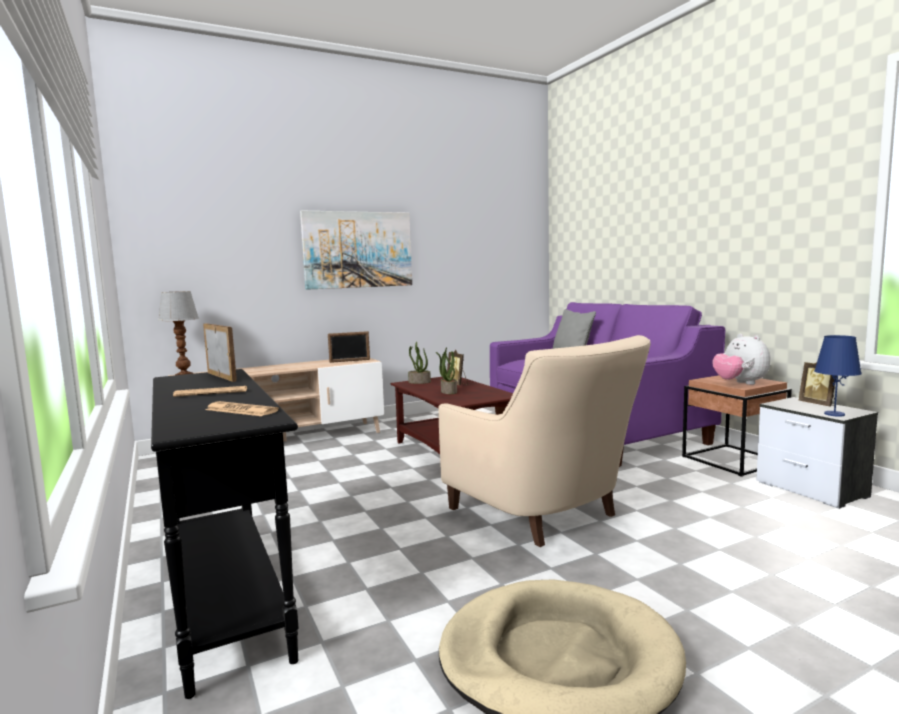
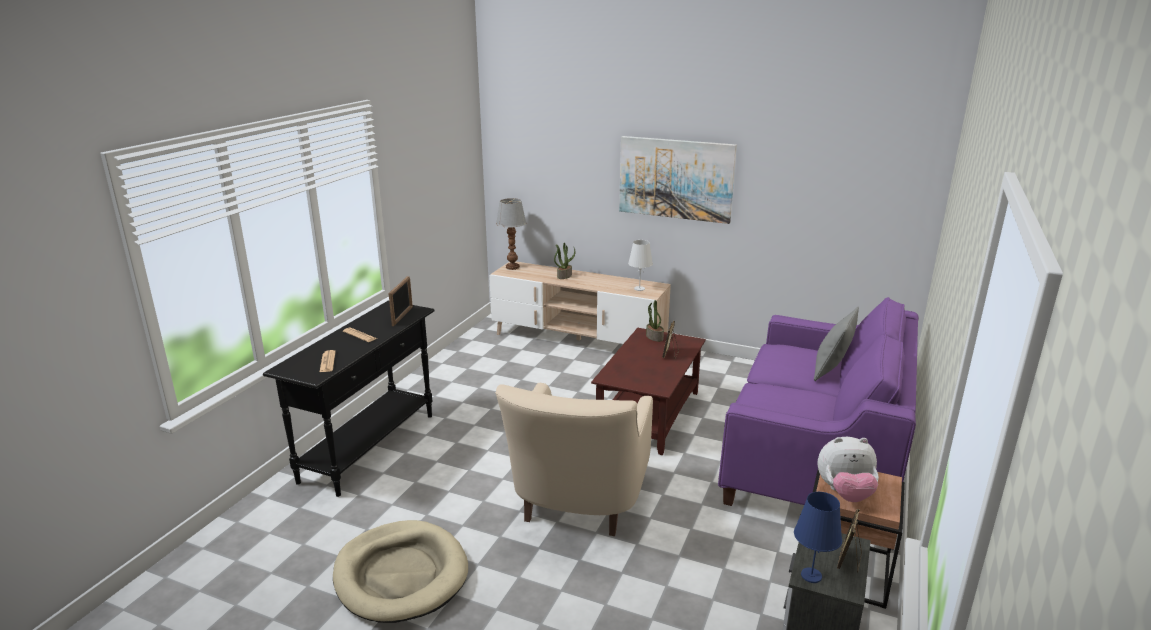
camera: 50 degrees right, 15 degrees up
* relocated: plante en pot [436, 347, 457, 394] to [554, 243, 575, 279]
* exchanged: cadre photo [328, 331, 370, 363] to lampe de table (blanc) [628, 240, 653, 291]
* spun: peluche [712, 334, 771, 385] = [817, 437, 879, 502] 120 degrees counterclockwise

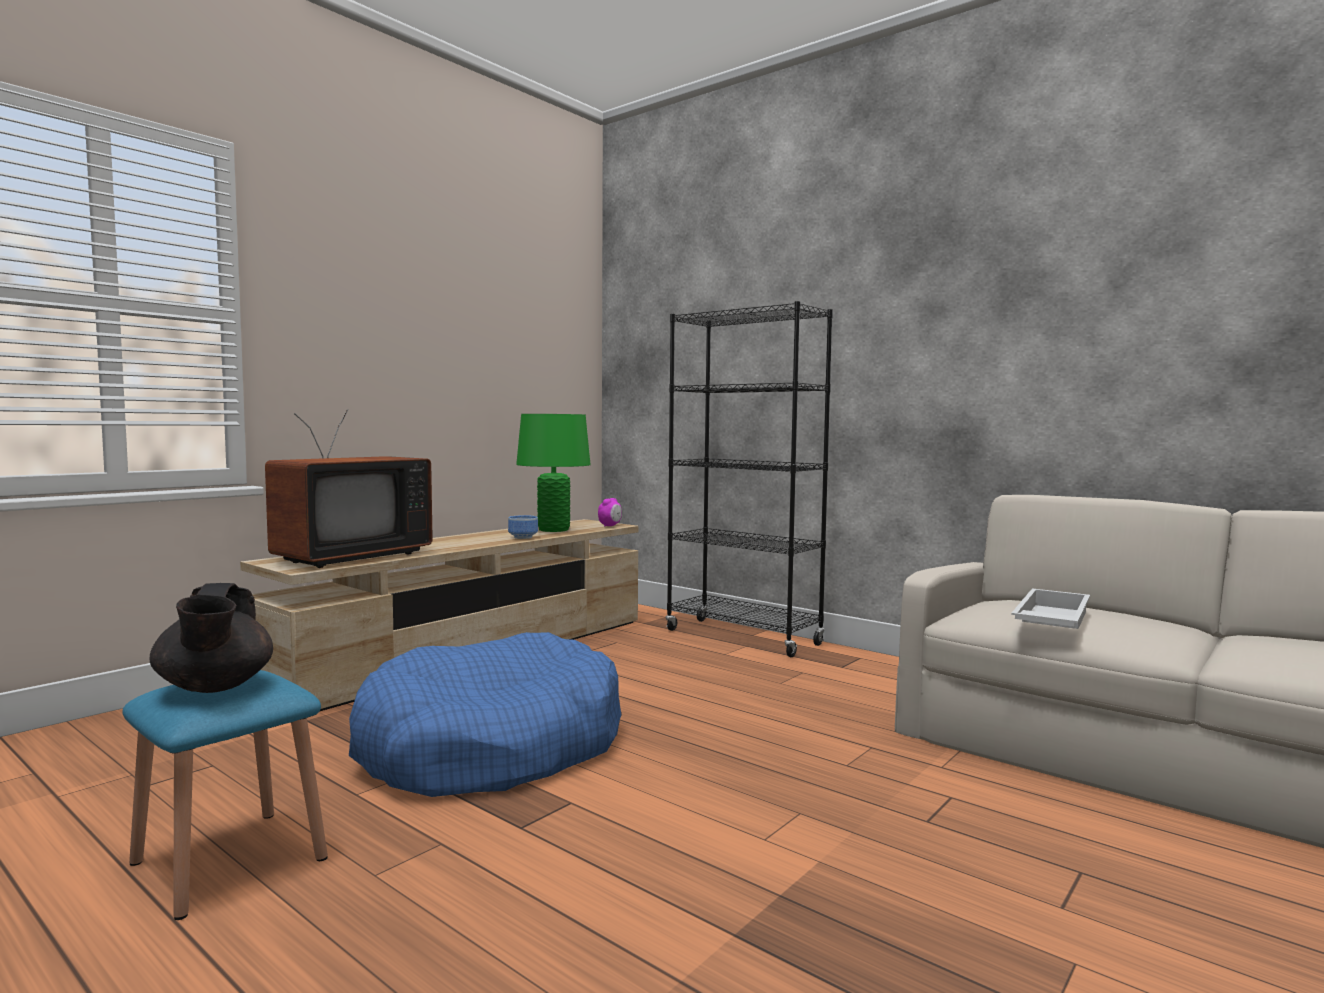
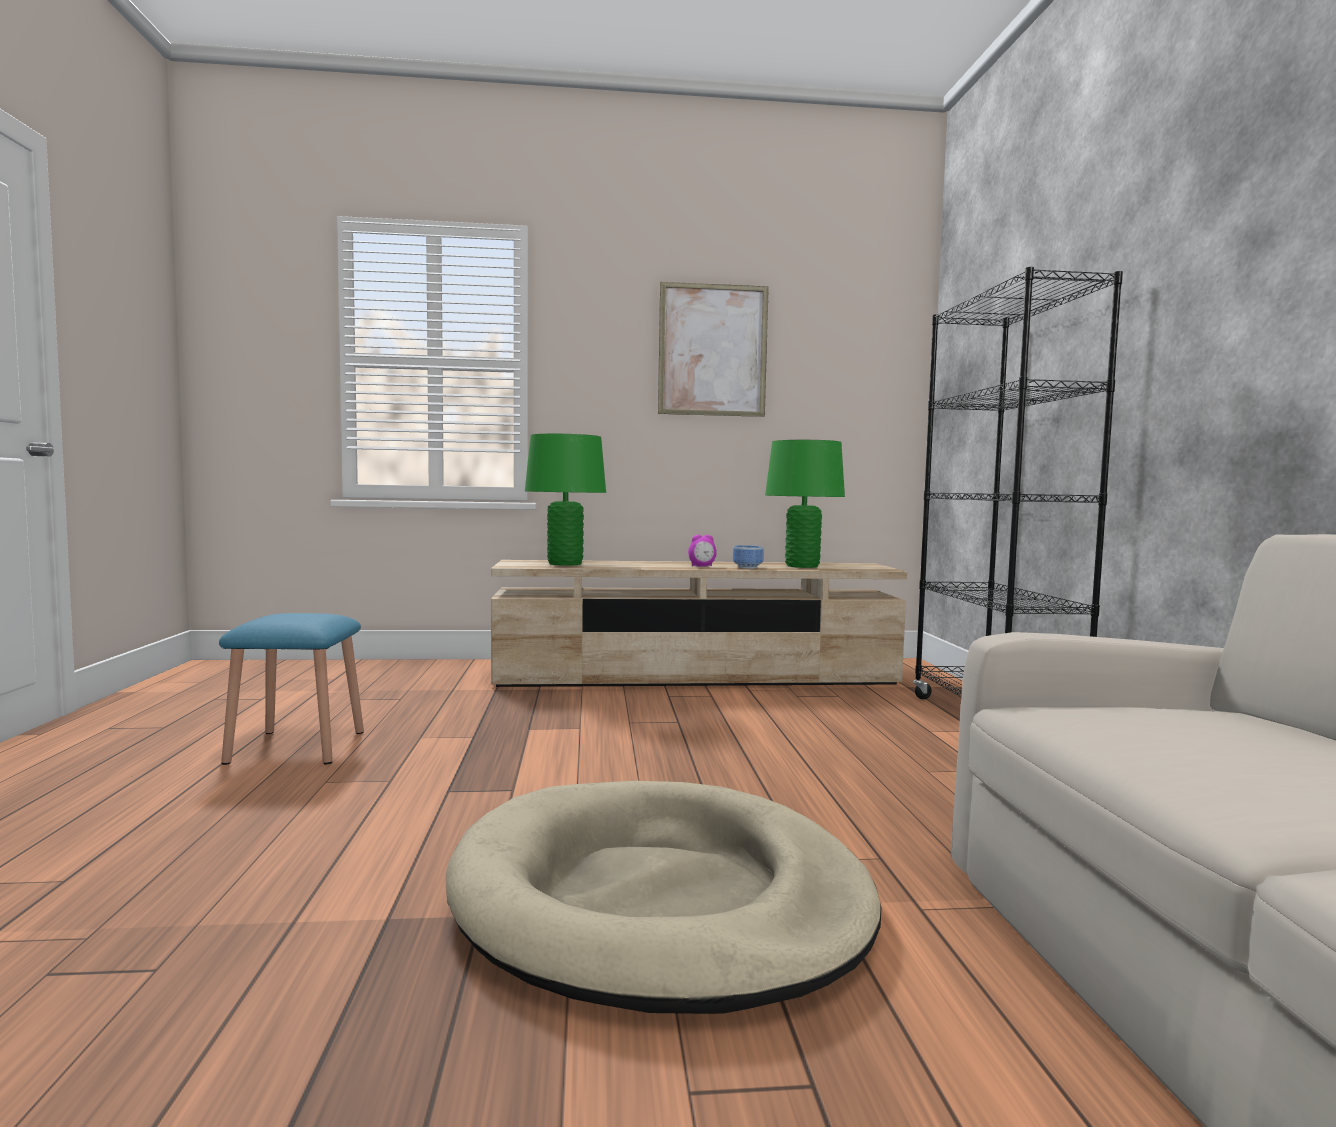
camera: 45 degrees right, 0 degrees up
* missing: théière (noir) [150, 583, 273, 693]
* missing: panier pour chien (bleu) [349, 632, 621, 797]
* missing: plateau (blanc) [1011, 588, 1090, 629]
* appeared: panier pour chien (beige) [446, 781, 882, 1014]
* appeared: tableau [658, 282, 769, 417]
* relocated: réveil [598, 498, 622, 527] to [688, 535, 717, 567]
* exchanged: téléviseur [265, 409, 433, 568] to lampe de table (vert) [525, 433, 606, 566]

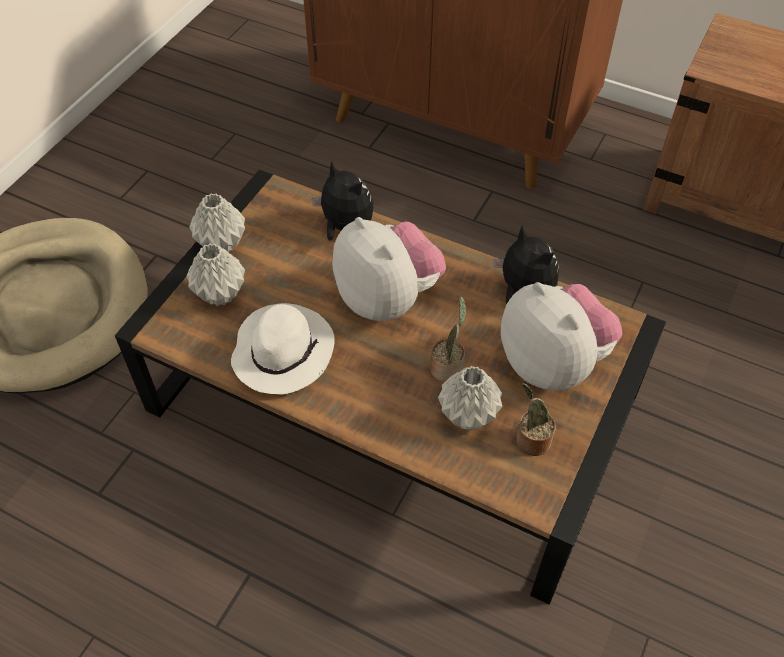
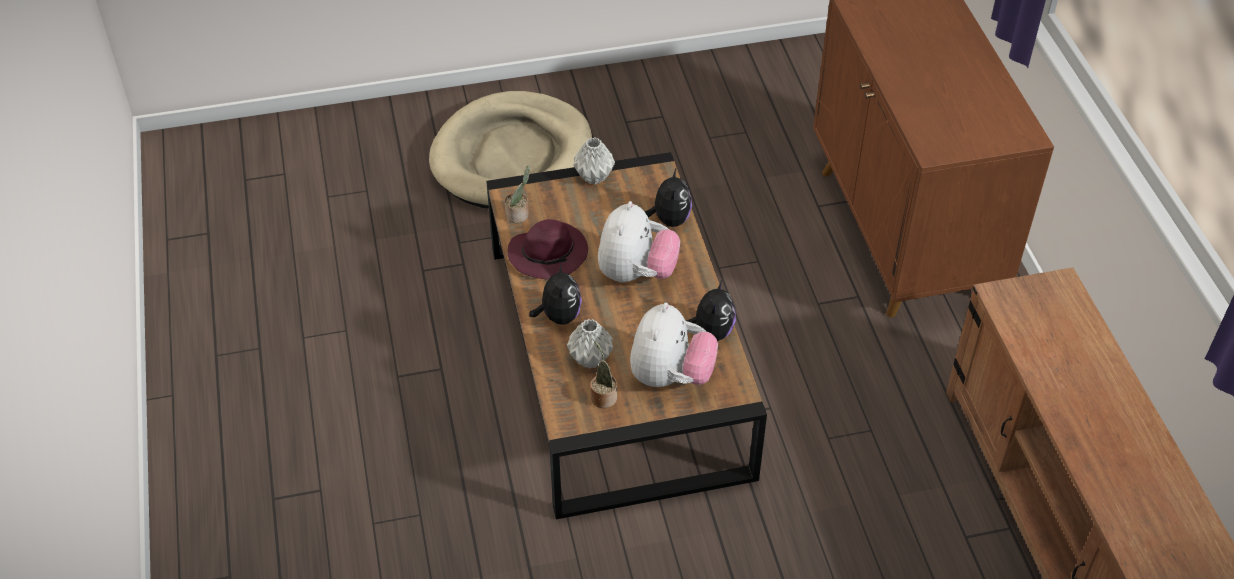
camera: 50 degrees right, 5 degrees down
* missing: vase (gris) [186, 243, 245, 306]
* appeared: peluche [529, 263, 582, 325]
* relocated: plante en pot [430, 296, 466, 382] to [505, 166, 530, 223]
* colour: chapeau (blanc) [231, 303, 335, 394] to chapeau (violet) [508, 219, 588, 280]

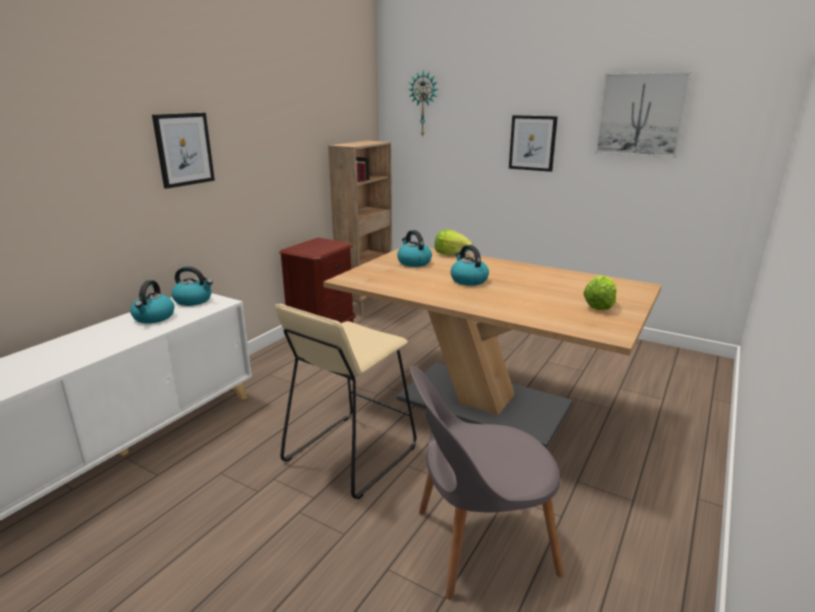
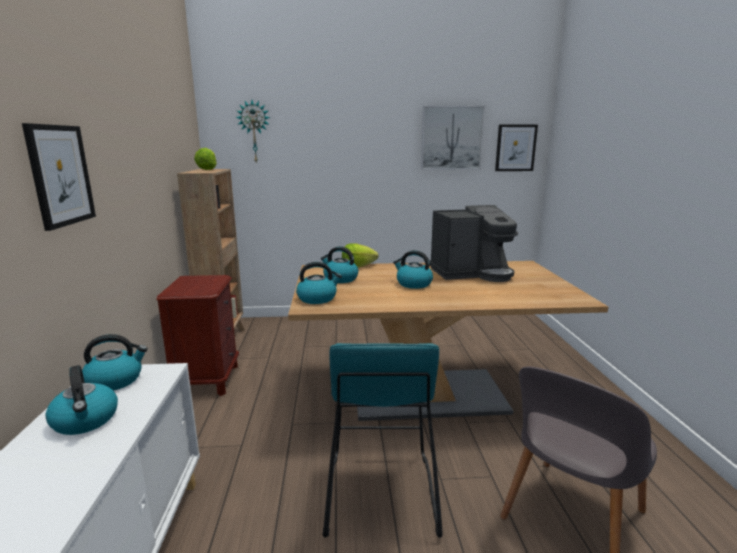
camera: 35 degrees left, 5 degrees down
* appeared: bouilloire [296, 262, 342, 304]
* appeared: machine à café [429, 205, 518, 282]
* relocated: tableau [509, 115, 558, 172] to [495, 125, 538, 171]
* relocated: laitue [583, 276, 617, 310] to [194, 148, 217, 170]
* colour: tabouret (beige) [275, 304, 416, 499] to tabouret (turquoise) [323, 343, 442, 538]

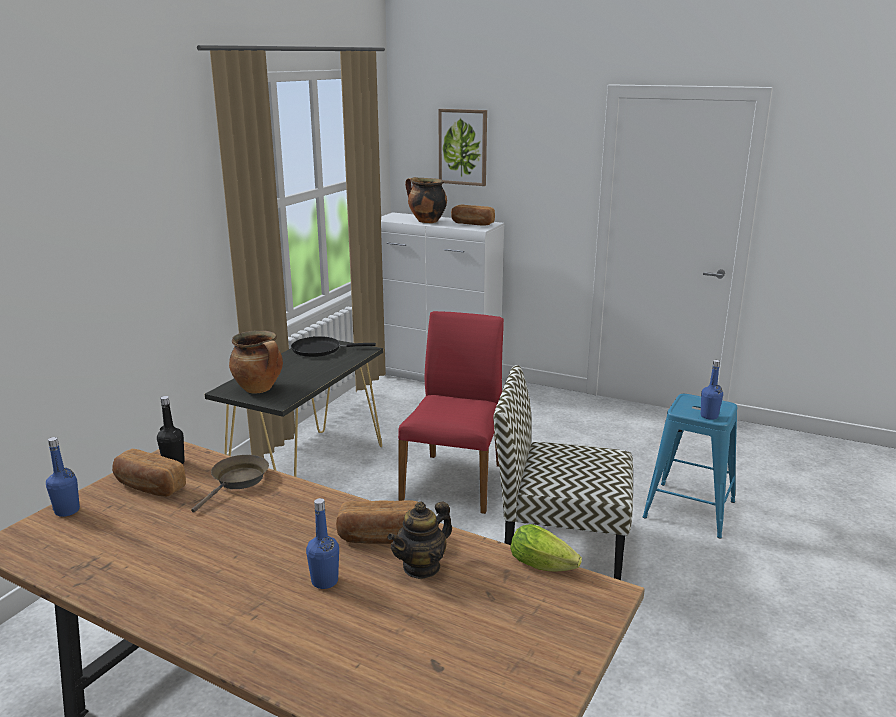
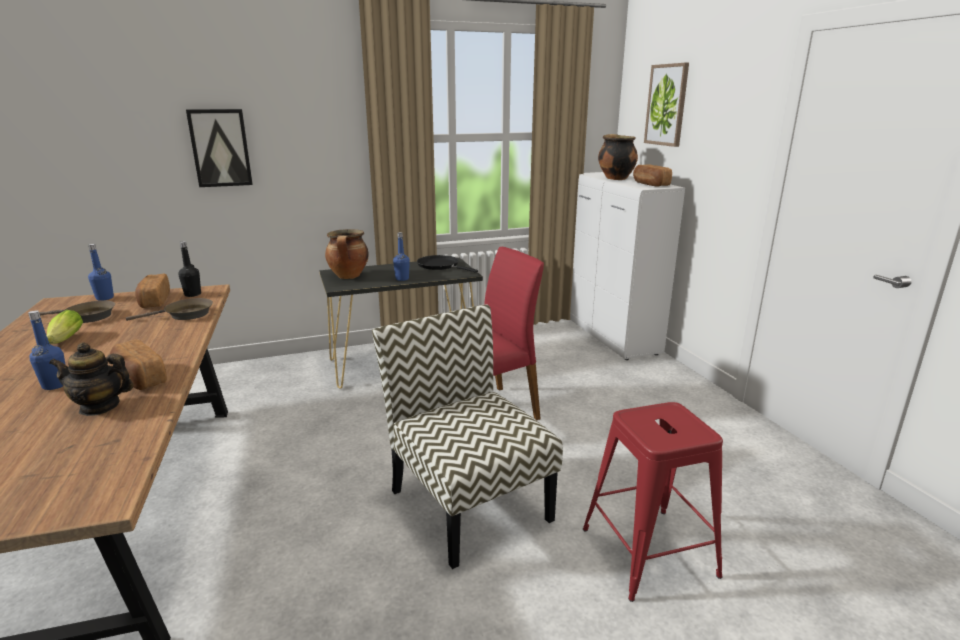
camera: 45 degrees right, 0 degrees up
* appeared: poêle (marron) [39, 301, 115, 323]
* appeared: tableau [186, 109, 253, 187]
* relocated: laitue [510, 524, 582, 571] to [47, 310, 83, 344]
* relocated: bouteille (bleu) [701, 360, 723, 420] to [393, 232, 410, 281]
* colour: tabouret (bleu) [643, 394, 737, 538] to tabouret (rouge) [583, 402, 723, 602]

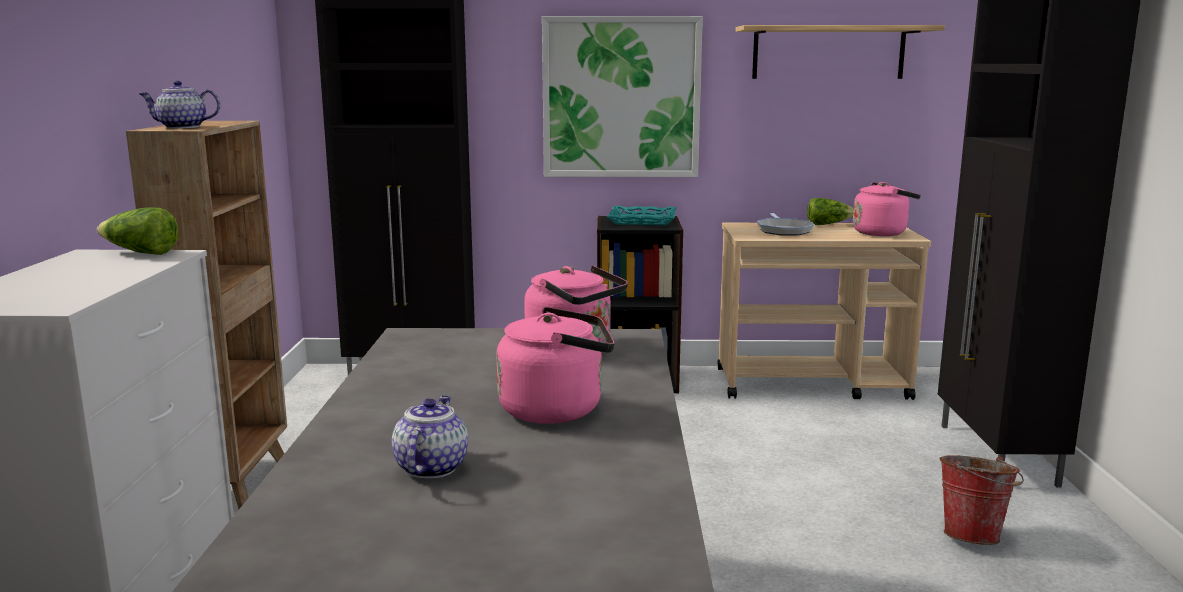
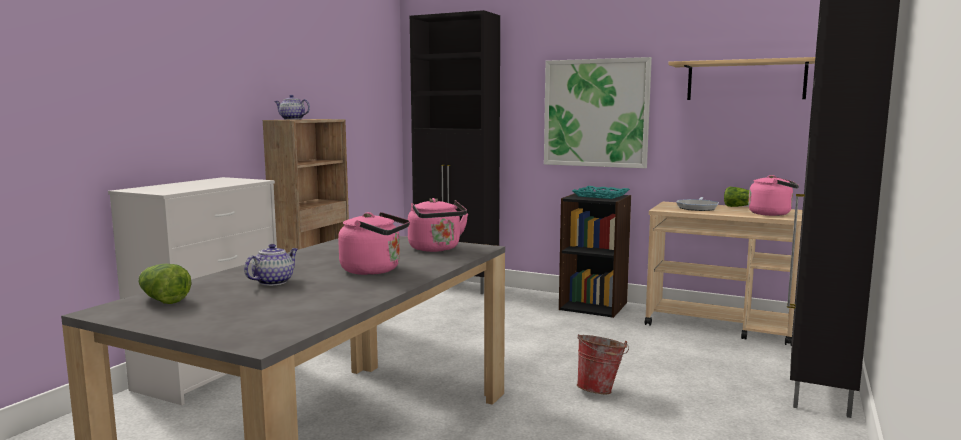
camera: 25 degrees right, 5 degrees down
* relocated: laitue [97, 208, 179, 255] to [138, 264, 192, 304]
* relocated: seau [939, 455, 1024, 545] to [577, 334, 629, 394]

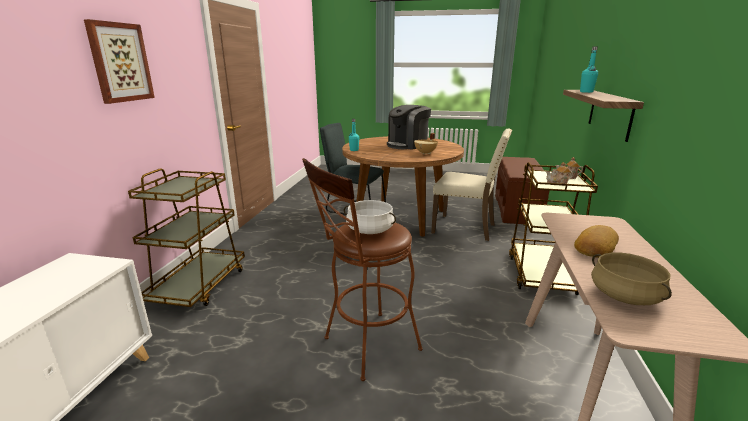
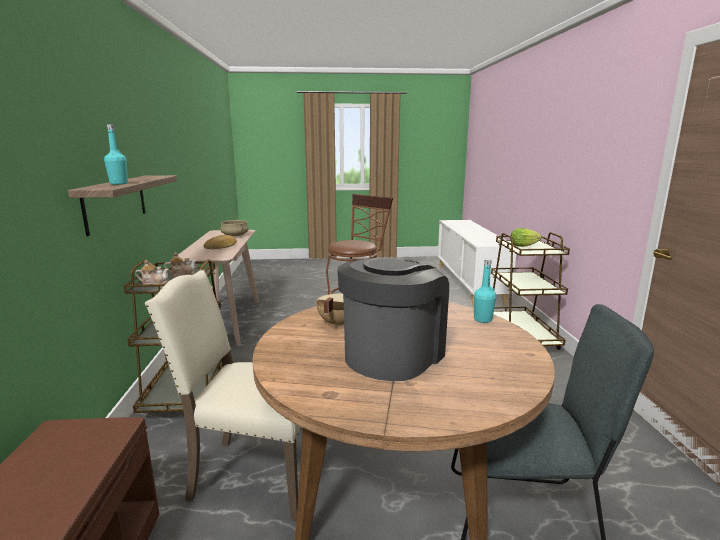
camera: 165 degrees right, 5 degrees down
* missing: tableau [84, 19, 155, 104]
* missing: marmite (blanc) [344, 200, 396, 234]
* appeared: laitue [510, 228, 542, 247]

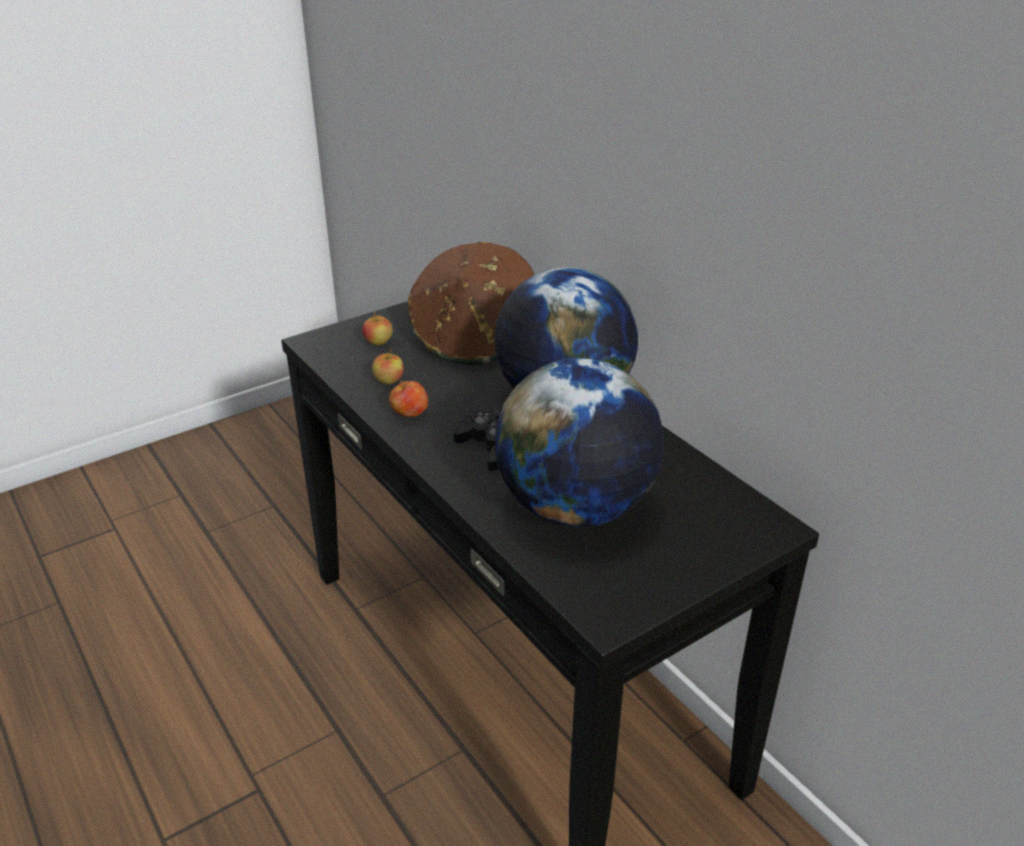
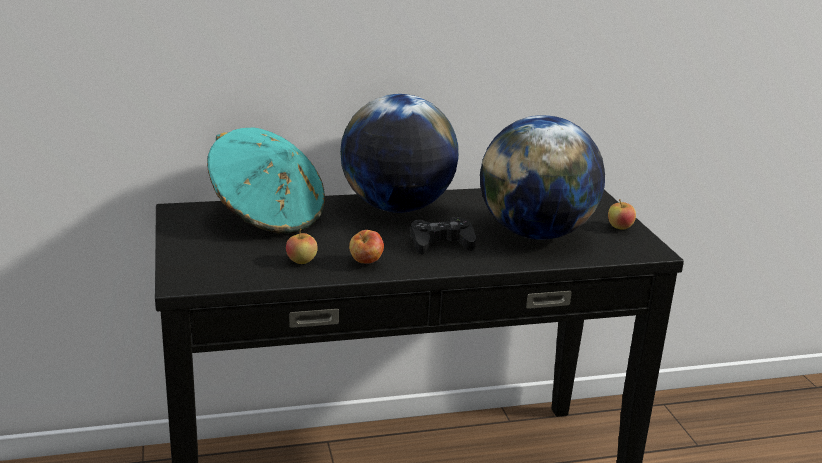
camera: 70 degrees left, 10 degrees down
* relocated: pomme [362, 311, 393, 345] to [608, 199, 636, 230]
* colour: chapeau (marron) [408, 242, 535, 365] to chapeau (turquoise) [207, 128, 325, 234]

